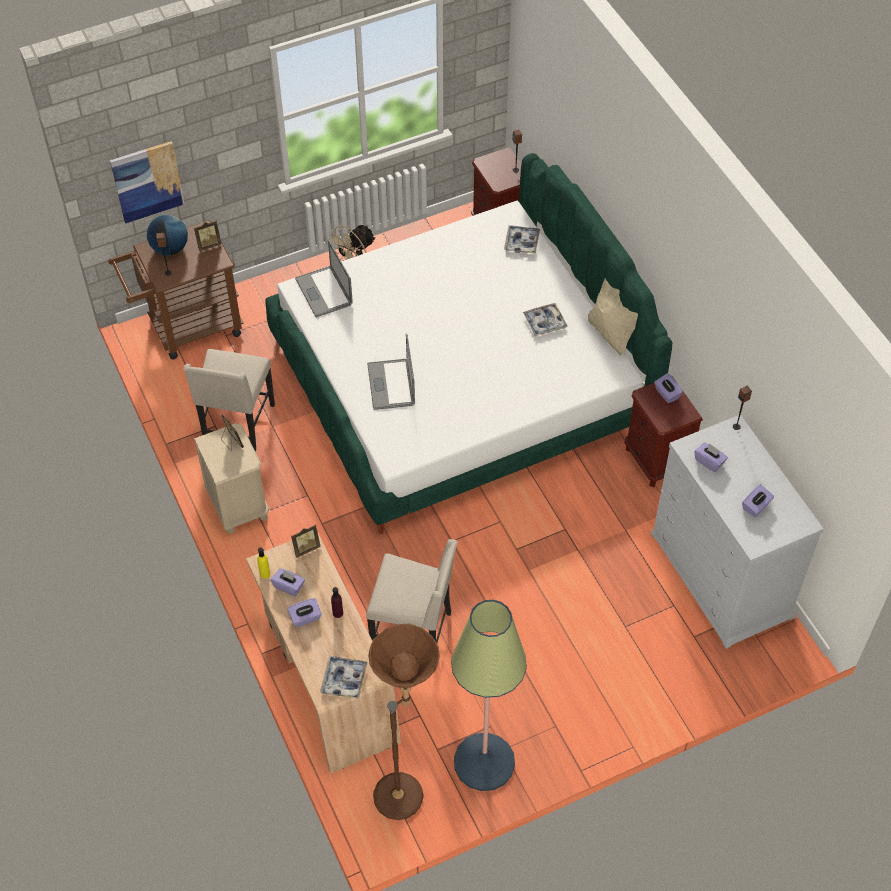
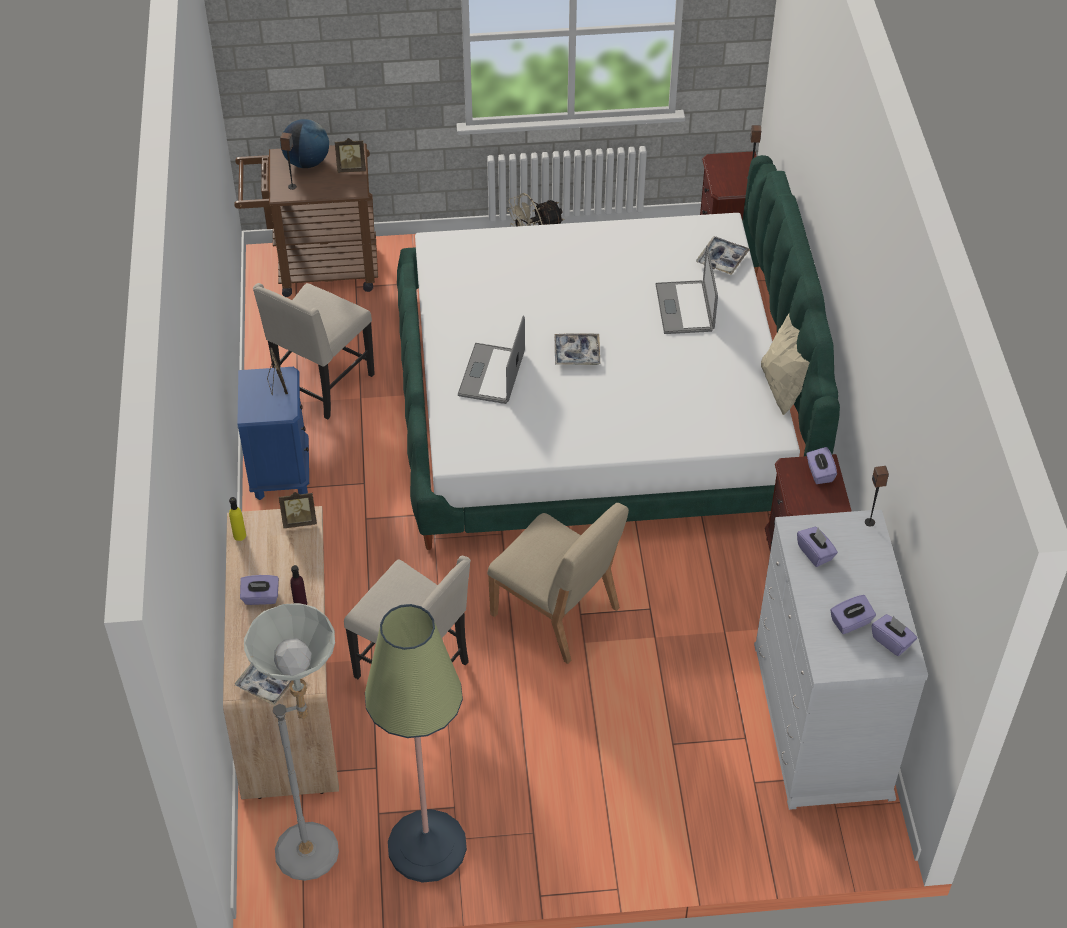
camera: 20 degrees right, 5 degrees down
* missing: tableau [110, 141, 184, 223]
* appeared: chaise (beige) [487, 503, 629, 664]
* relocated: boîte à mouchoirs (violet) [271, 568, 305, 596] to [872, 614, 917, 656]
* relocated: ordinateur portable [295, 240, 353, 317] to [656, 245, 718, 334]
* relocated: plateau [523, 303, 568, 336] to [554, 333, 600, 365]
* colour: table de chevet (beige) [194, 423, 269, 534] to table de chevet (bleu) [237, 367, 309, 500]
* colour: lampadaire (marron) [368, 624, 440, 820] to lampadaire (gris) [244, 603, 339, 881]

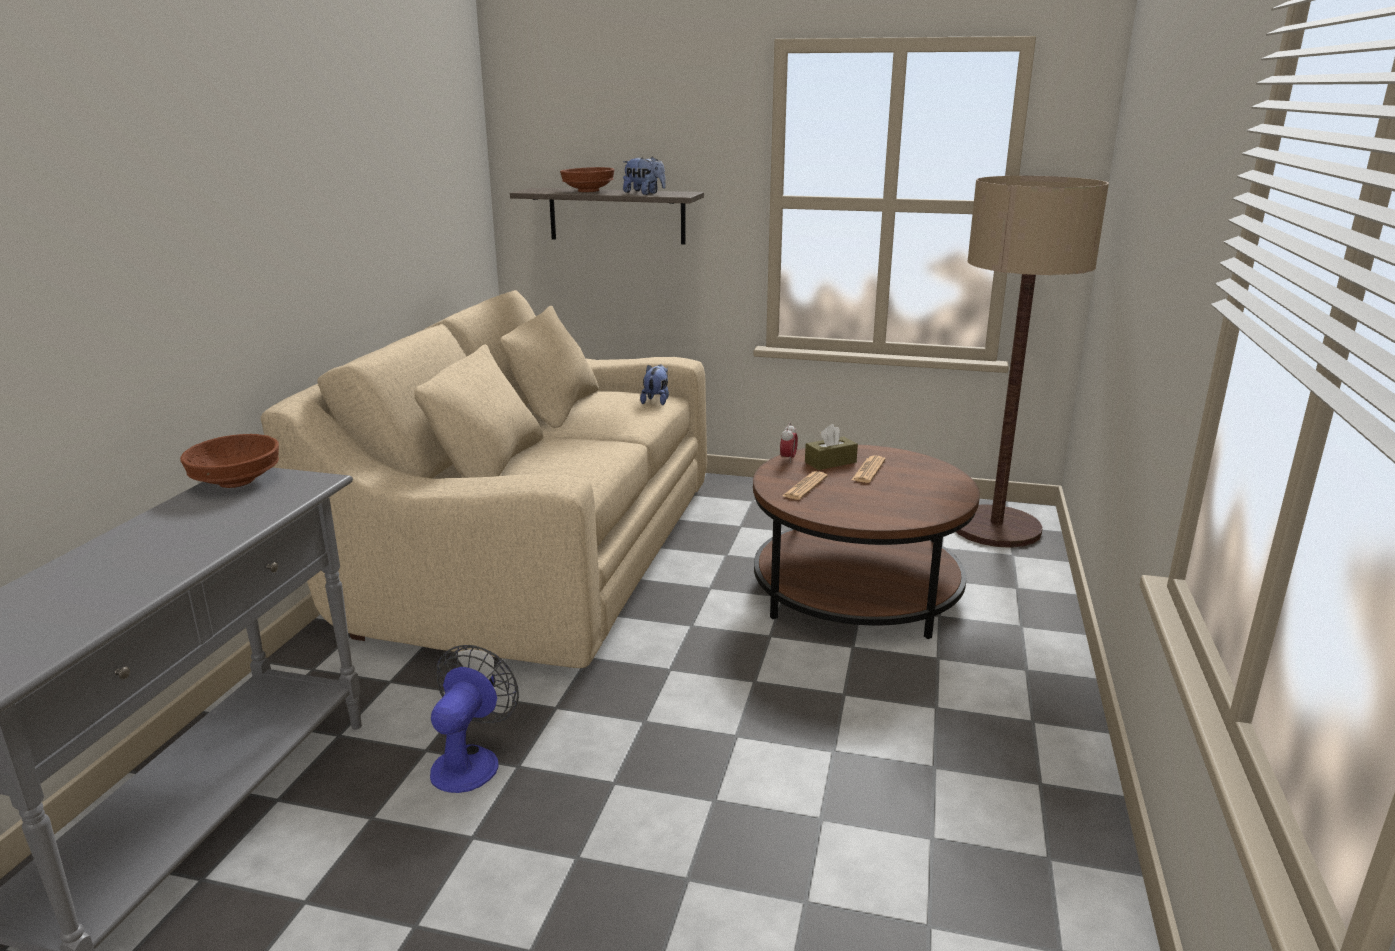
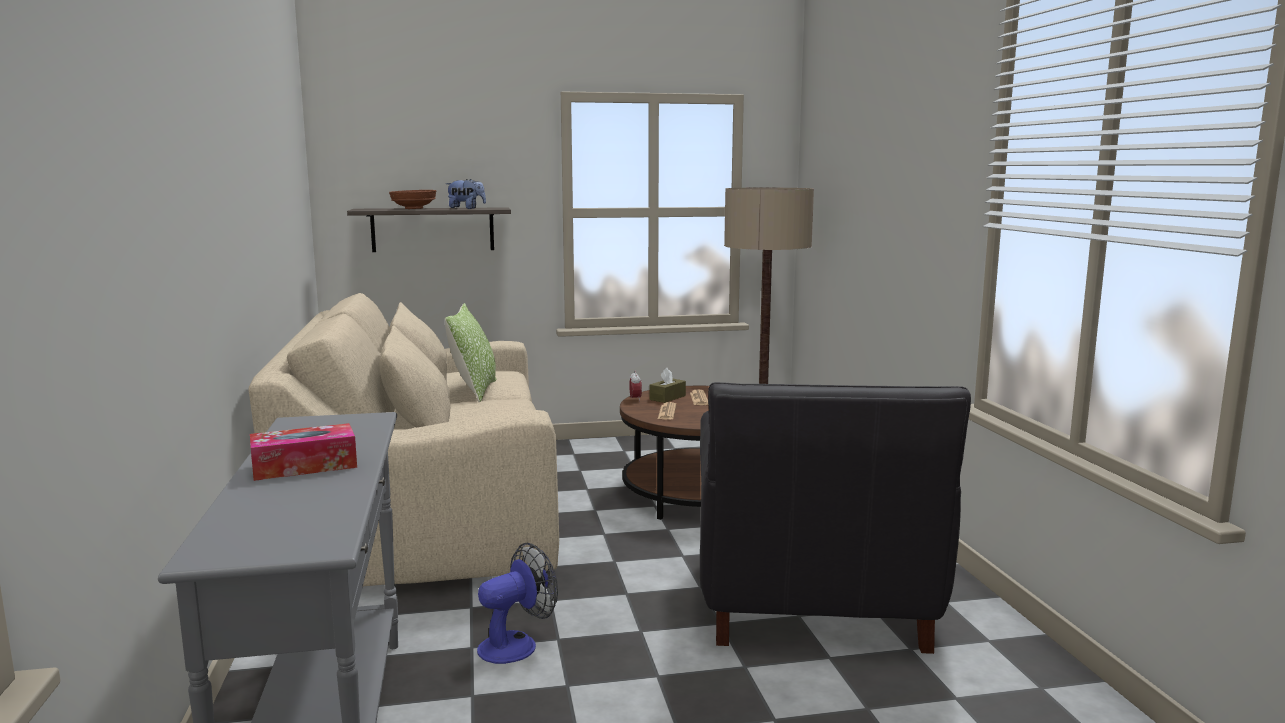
camera: 25 degrees left, 10 degrees down
* missing: bol (marron) [180, 434, 279, 488]
* missing: peluche [640, 365, 669, 405]
* appeared: boîte à mouchoirs [250, 423, 357, 481]
* appeared: coussin [445, 303, 496, 403]
* appeared: fauteuil (noir) [700, 382, 971, 654]
* spun: ventilateur [430, 645, 519, 793] = [477, 543, 558, 664] 60 degrees clockwise

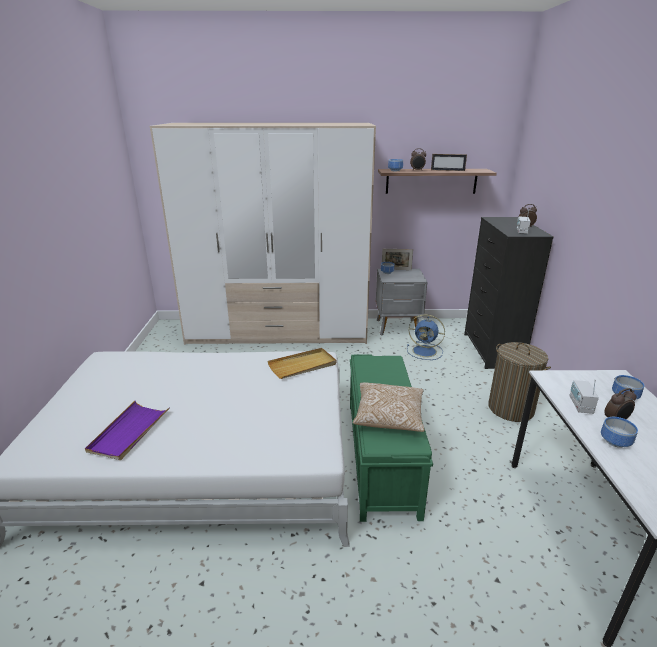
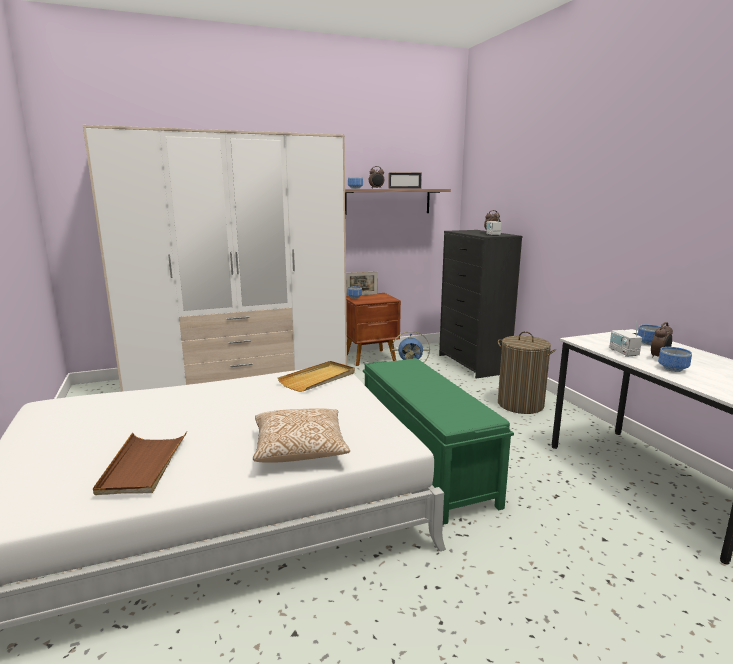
camera: 20 degrees left, 10 degrees down
* relocated: coussin [353, 383, 425, 432] to [253, 408, 350, 463]
* colour: plateau (violet) [85, 401, 170, 460] to plateau (marron) [93, 431, 187, 495]
* colour: table de chevet (gris) [376, 269, 427, 335] to table de chevet (marron) [346, 293, 401, 366]

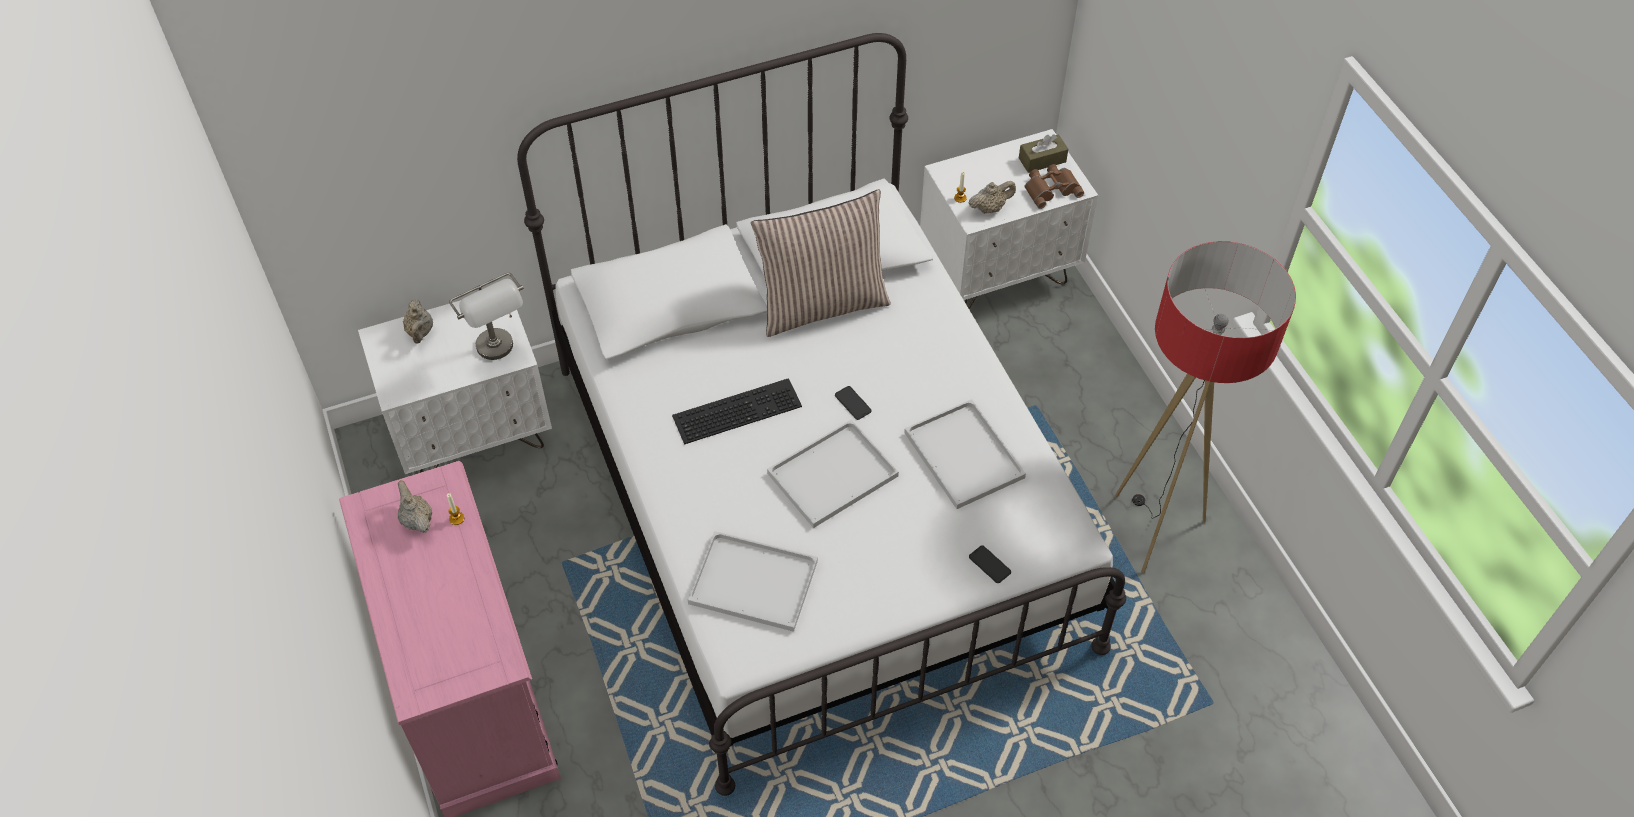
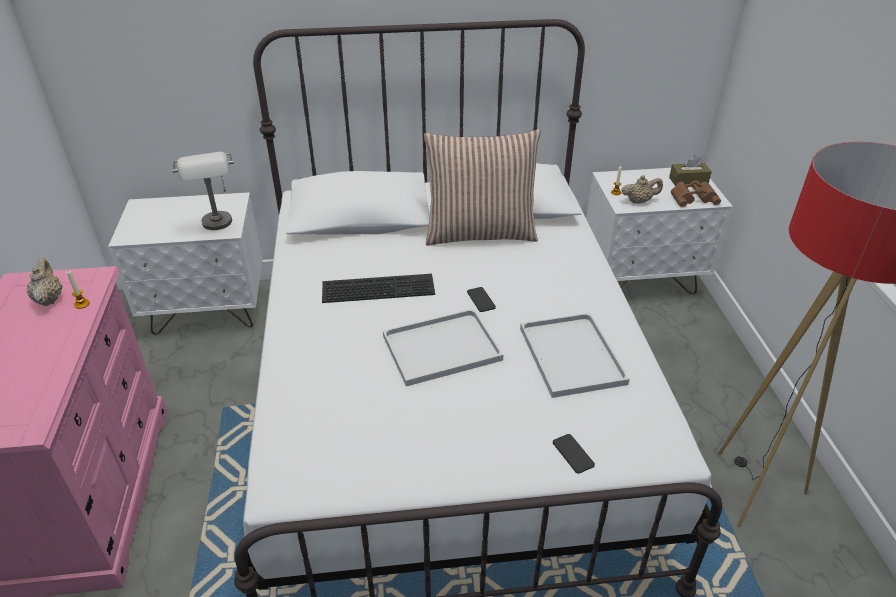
camera: 15 degrees right, 15 degrees down
* missing: théière (beige) [403, 299, 433, 343]
* missing: plateau (blanc) [688, 531, 818, 632]

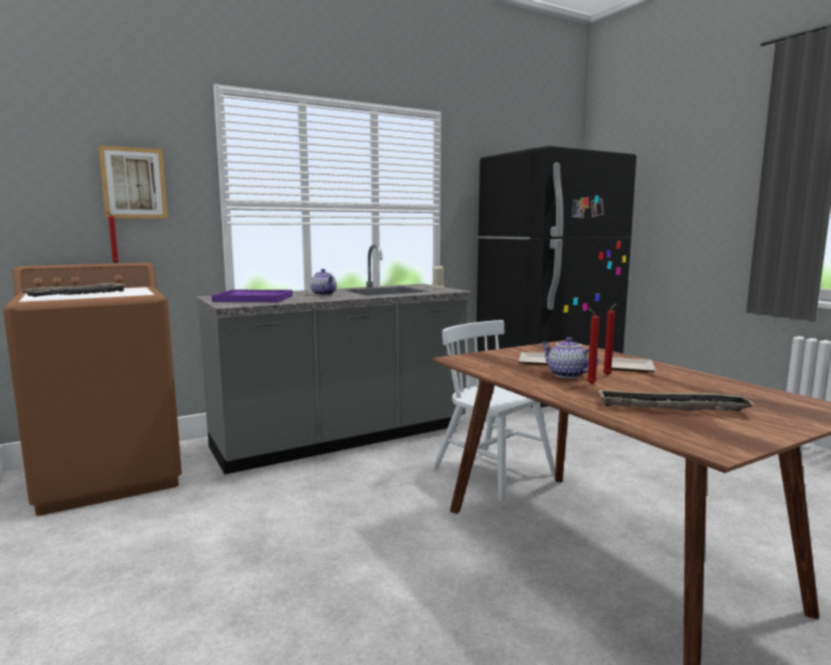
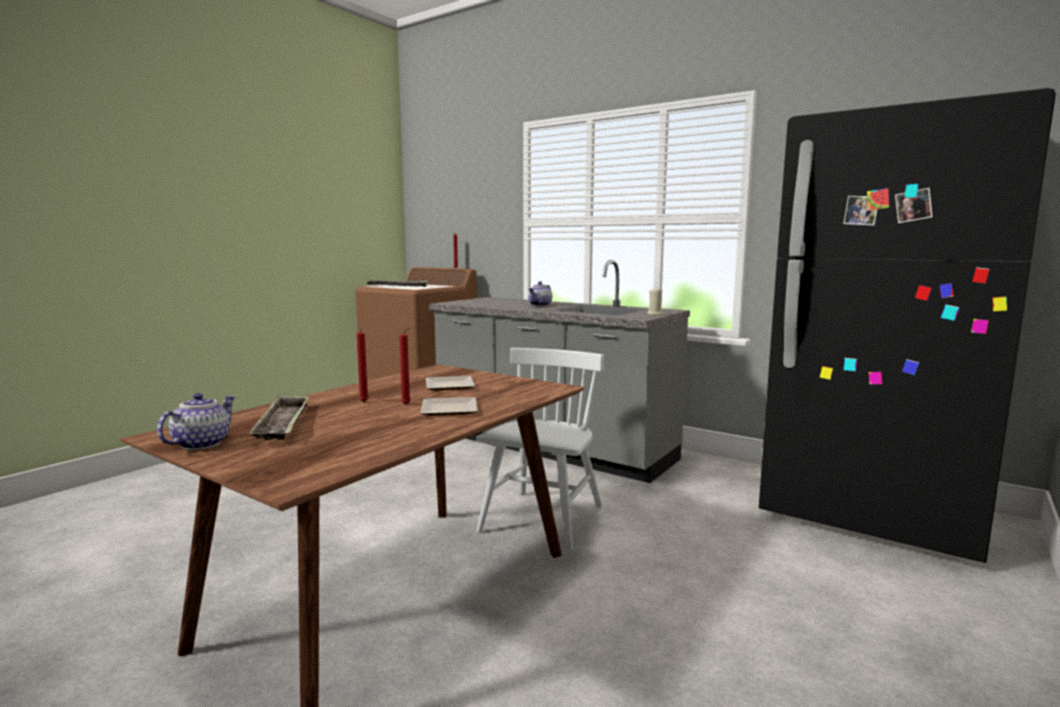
camera: 65 degrees right, 0 degrees up
* missing: tableau [99, 145, 168, 219]
* missing: plateau (violet) [212, 290, 293, 302]
* relocated: théière [541, 337, 599, 378] to [157, 393, 235, 450]

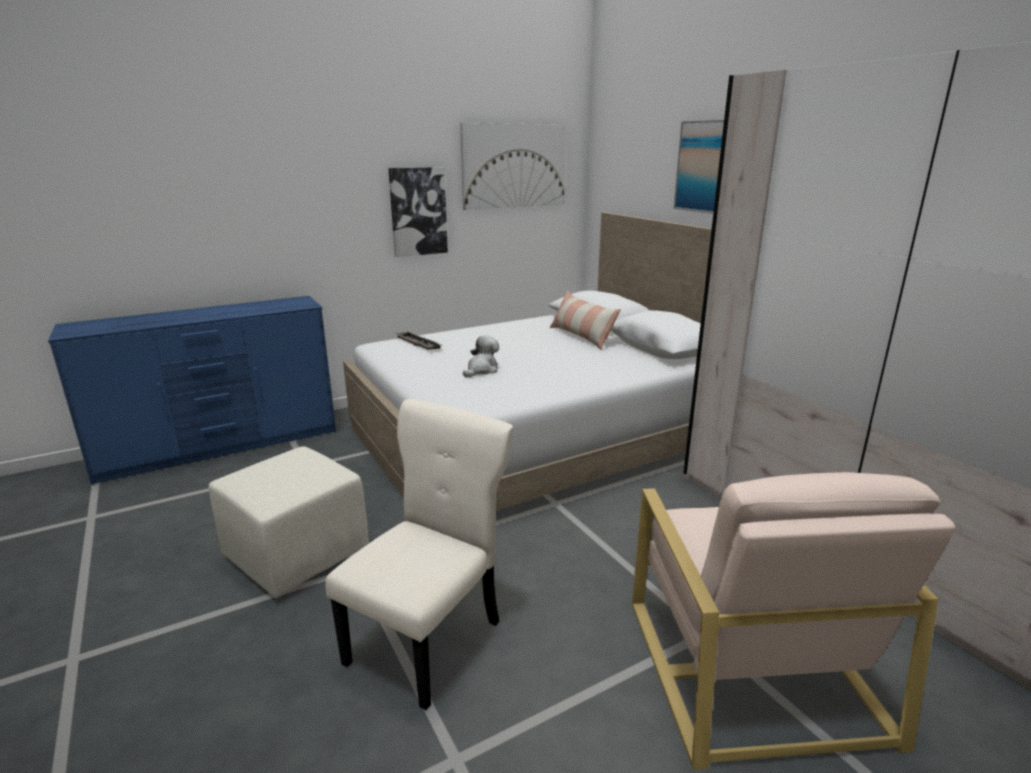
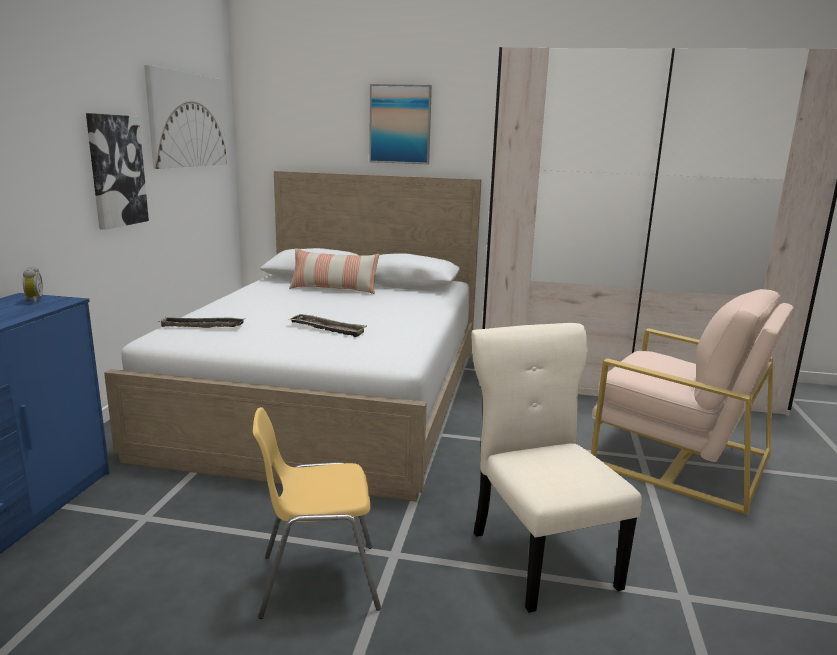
camera: 50 degrees left, 5 degrees down
* appeared: réveil [23, 266, 43, 303]
* exchanged: pouf (beige) [208, 447, 369, 598] to chaise (jaune) [253, 407, 381, 619]
* exchanged: peluche [463, 335, 499, 377] to plateau [289, 314, 367, 337]

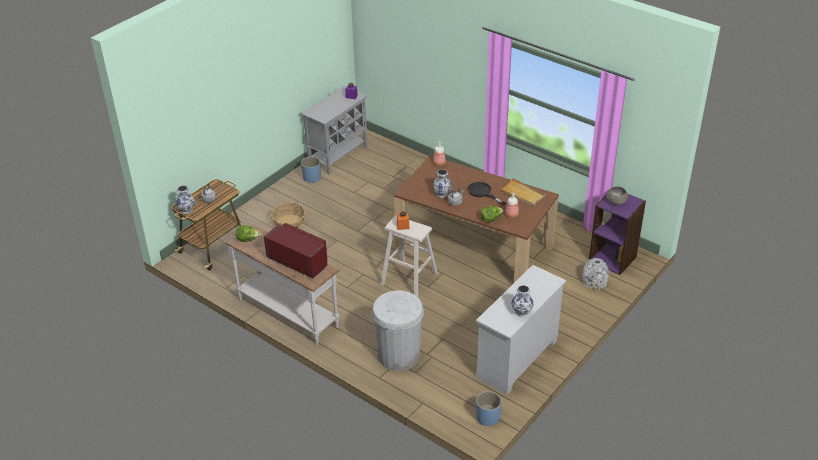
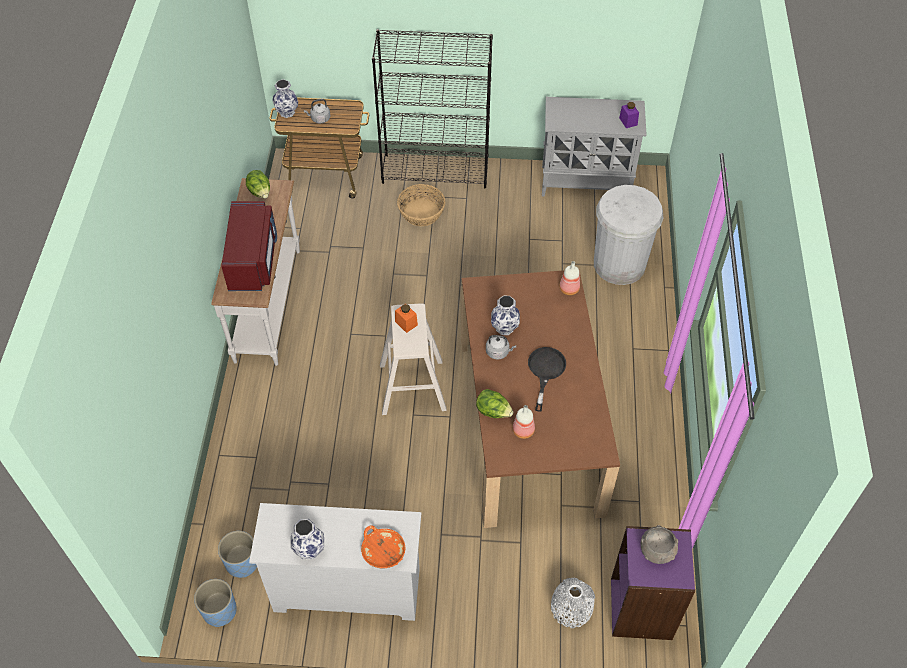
camera: 55 degrees right, 15 degrees up
* missing: plateau (beige) [499, 178, 545, 206]
* appeared: bol (orange) [361, 525, 405, 568]
* appeared: bibliothèque (noir) [372, 29, 493, 188]
* relocated: cache-pot (bleu) [301, 157, 321, 183] to [218, 531, 257, 578]
* relocated: poubelle (blanc) [372, 291, 424, 371] to [594, 185, 664, 285]

